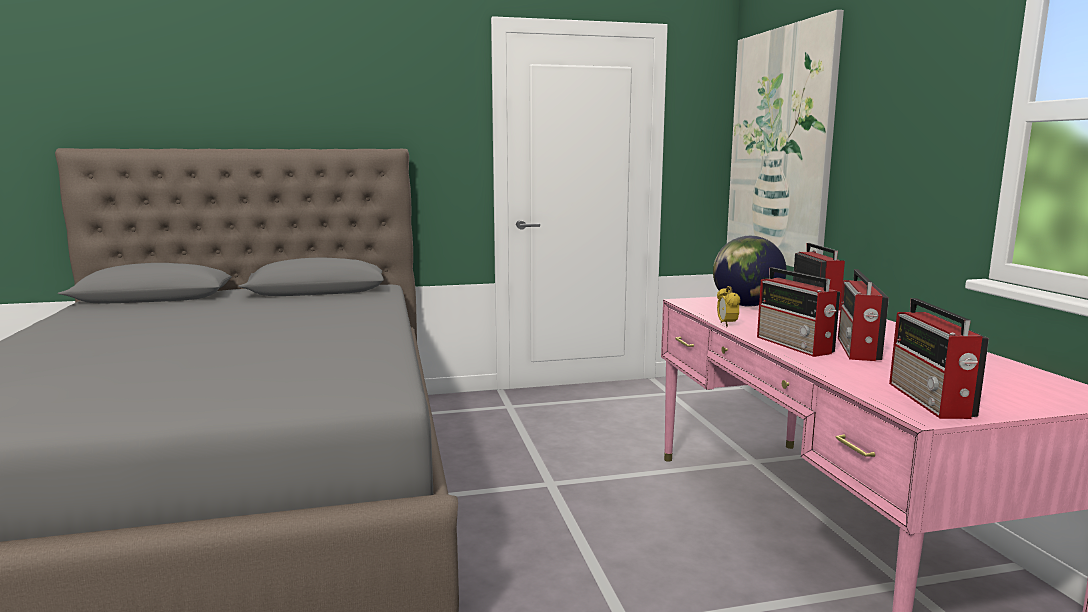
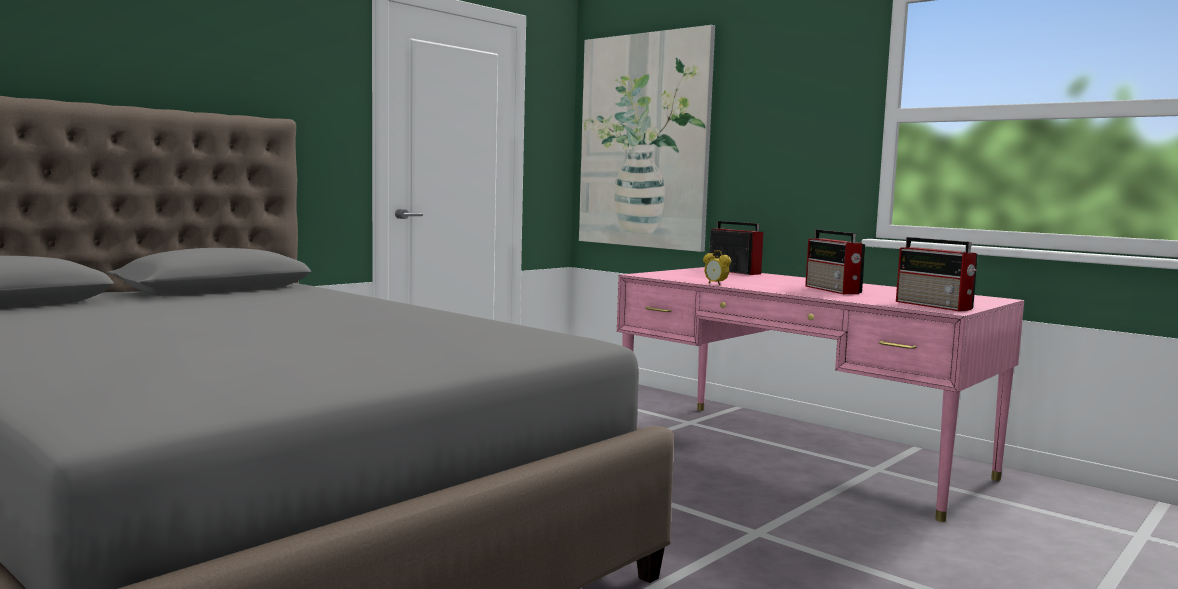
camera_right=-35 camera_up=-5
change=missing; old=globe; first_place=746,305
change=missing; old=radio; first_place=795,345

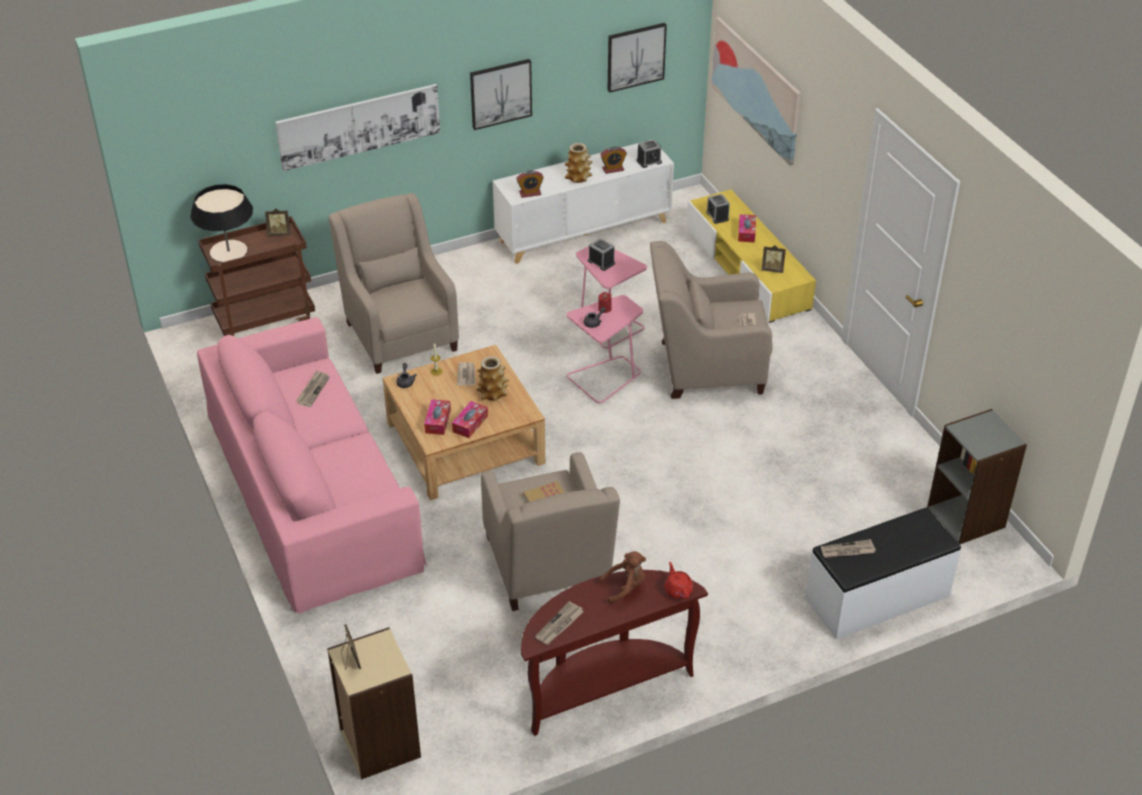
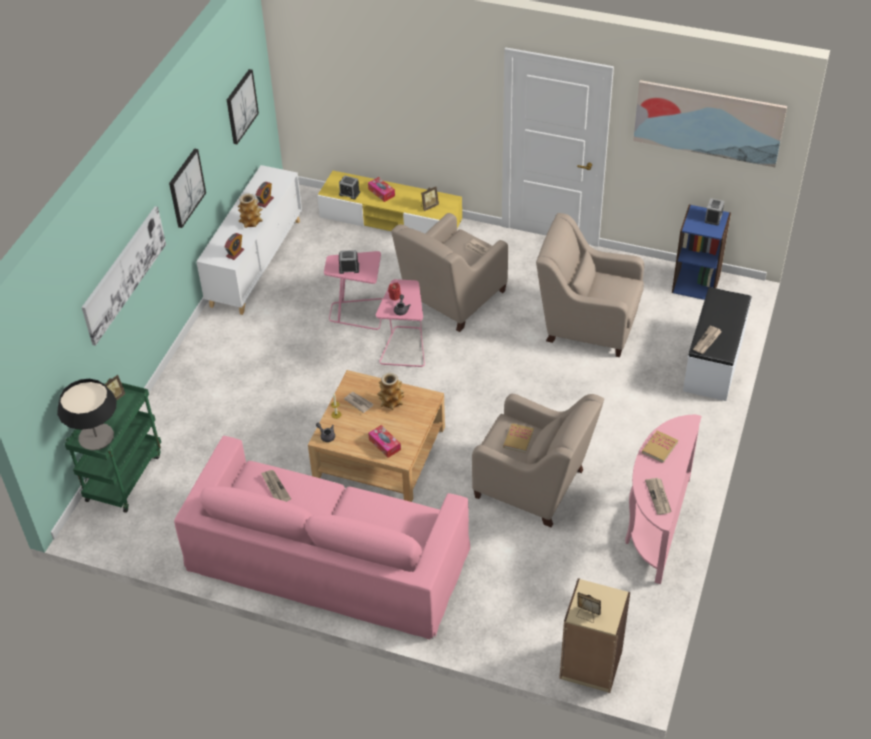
camera_right=-45 camera_up=5
change=missing; old=tissue box; first_place=470,424
change=missing; old=teapot/red; first_place=678,589
change=relocated; old=armchair/beige; first_place=400,333; second_place=587,323
change=relocated; old=alarm clock; first_place=649,161; second_place=713,218
change=relocated; old=picture; first_place=755,89; second_place=708,123
change=exchanged; old=plush toy/brown; new=book; first_place=625,587; second_place=659,447
change=colour; old=cart/brown; new=cart/green; first_place=265,319; second_place=124,476
change=colour; old=console table/brown; new=console table/pink; first_place=604,686; second_place=655,525
change=colour; old=bookcase/grey; new=bookcase/blue; first_place=966,517; second_place=696,283

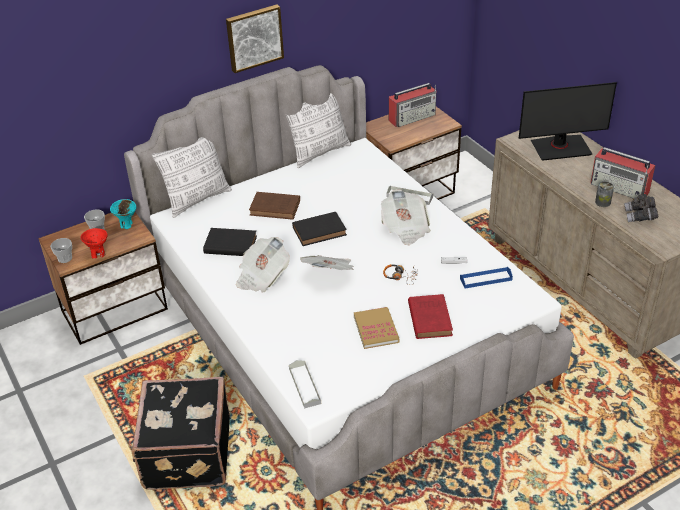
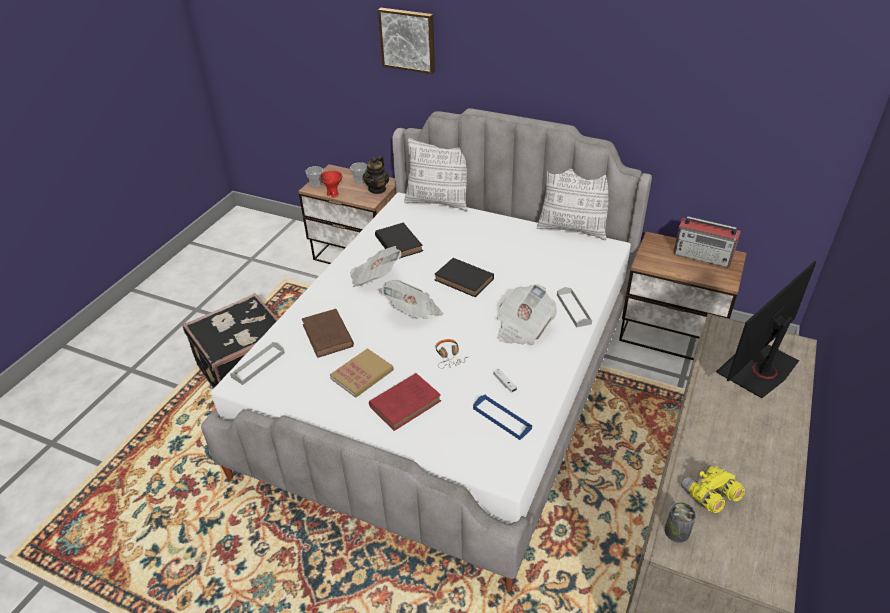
camera_right=55 camera_up=0
change=missing; old=radio; first_place=620,188
change=relocated; old=picture; first_place=254,37; second_place=408,39
change=relocated; old=book/brown; first_place=276,208; second_place=328,336
change=relocated; old=can; first_place=603,202; second_place=677,531
change=exchanged; old=bowl/turquoise; new=teapot; first_place=127,225; second_place=377,189
change=colour; old=binoculars/grey; new=binoculars/yellow; first_place=640,216; second_place=709,496
change=spun; old=monitor; first_place=560,148; second_place=758,369; degrees=90

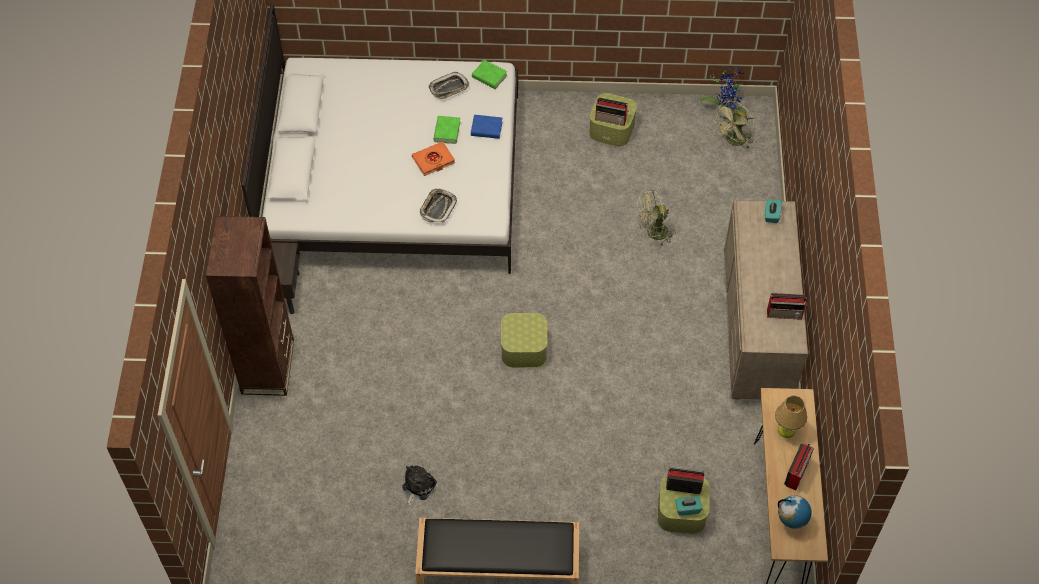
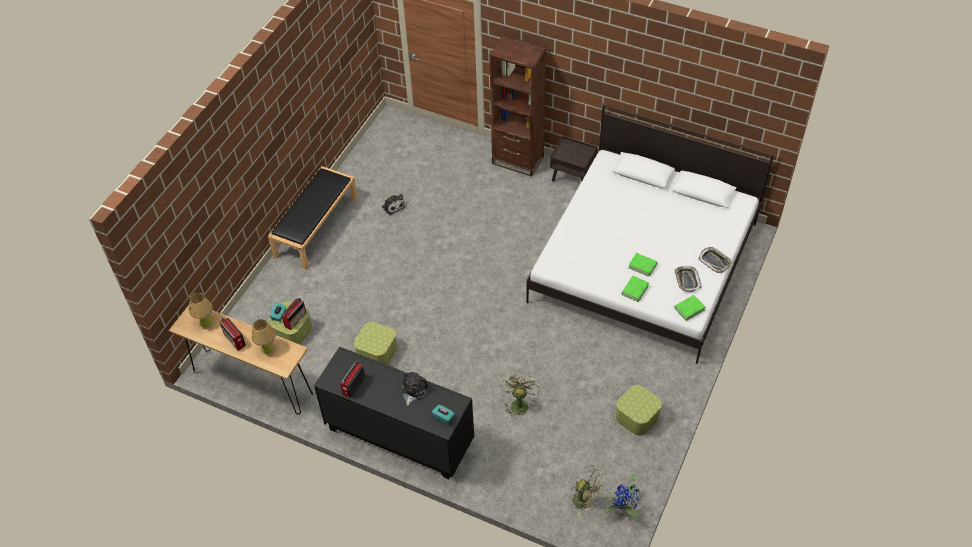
camera_right=115 camera_up=-5
change=missing; old=book/orange; first_place=433,160
change=missing; old=radio; first_place=611,119
change=appeared; new=plush toy; second_place=413,390
change=relocated; old=tray; first_place=438,207; second_place=714,261
change=relocated; old=storage box; first_place=524,348; second_place=377,351
change=exchanged; old=globe; new=table lamp; first_place=791,522; second_place=205,321
change=colour; old=book/blue; new=book/green; first_place=486,129; second_place=635,290
change=colour; old=dresser/beige; new=dresser/black; first_place=756,329; second_place=399,435
change=spun; old=fan/green; first_place=734,141; second_place=586,502; degrees=150

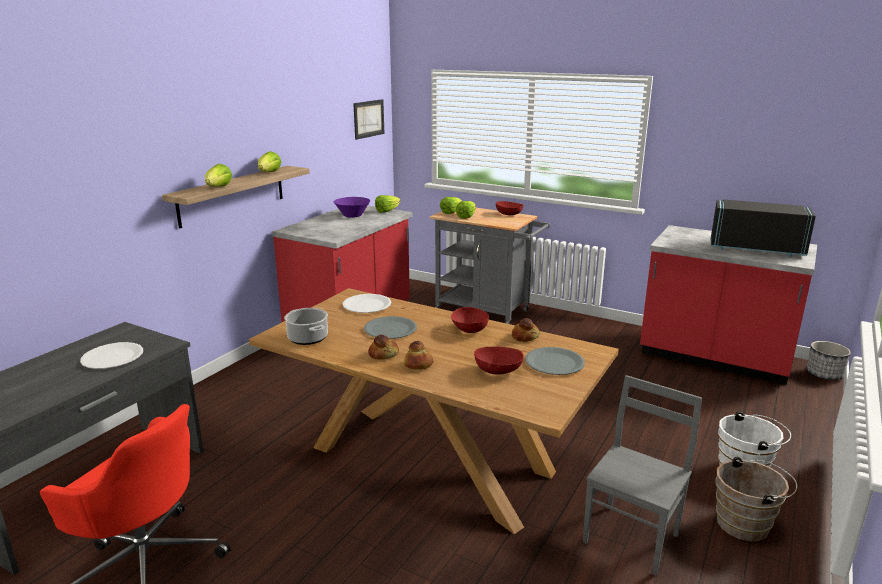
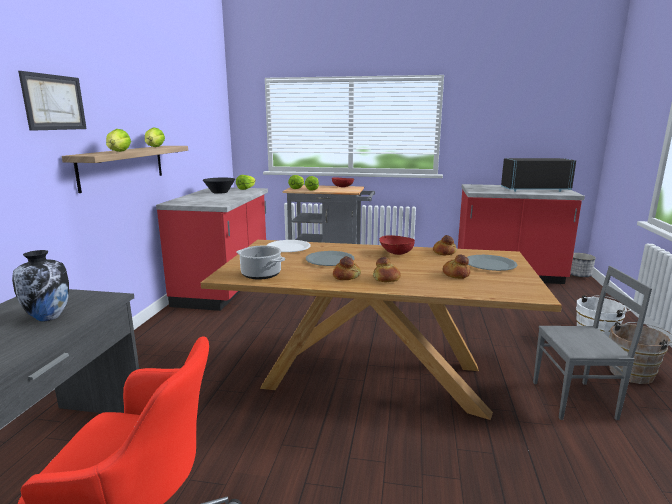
camera_right=-20 camera_up=-5
change=relocated; old=picture; first_place=368,119; second_place=54,102
change=exchanged; old=plate/white; new=vase; first_place=113,357; second_place=49,317
change=exchanged; old=bowl/red; new=bread; first_place=498,371; second_place=456,274
change=colour; old=bowl/purple; new=bowl/black; first_place=352,215; second_place=219,192
change=spun; old=chair/grey; first_place=632,538; second_place=575,401; degrees=75

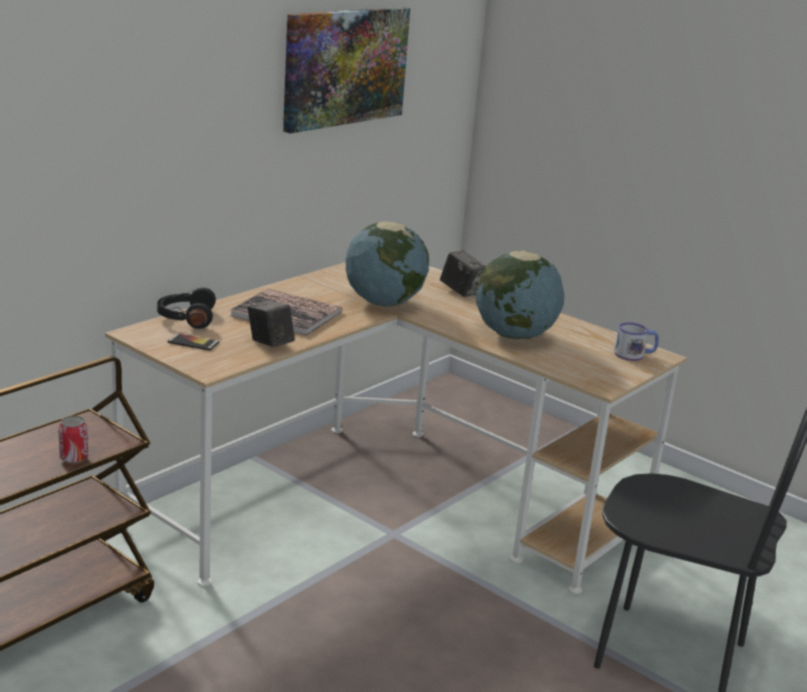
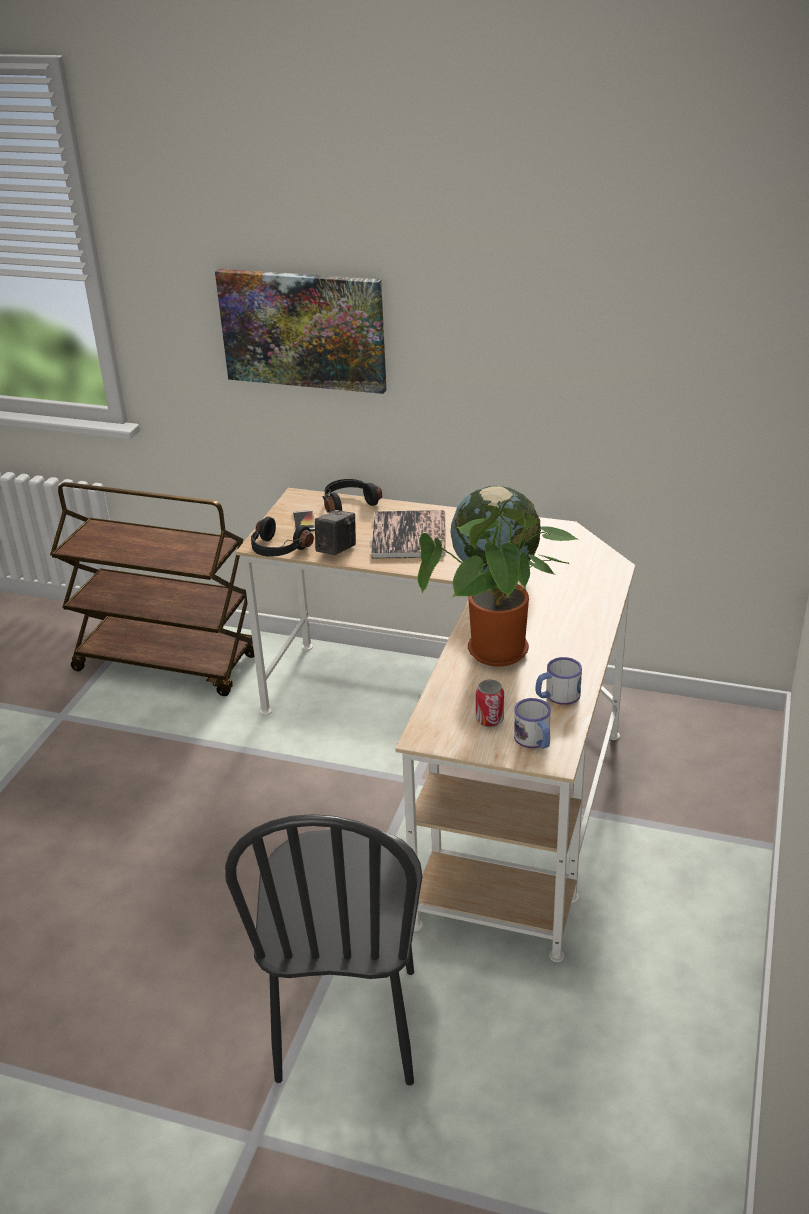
camera_right=70 camera_up=10
change=missing; old=photo camera; first_place=461,291
change=appeared; new=headphones/black; second_place=277,549
change=appeared; new=mug; second_place=557,696
change=relocated; old=can; first_place=74,457; second_place=489,720
change=relocated; old=picture; first_place=345,67; second_place=303,329
change=exchanged; old=globe; new=potted plant; first_place=514,335; second_place=498,656

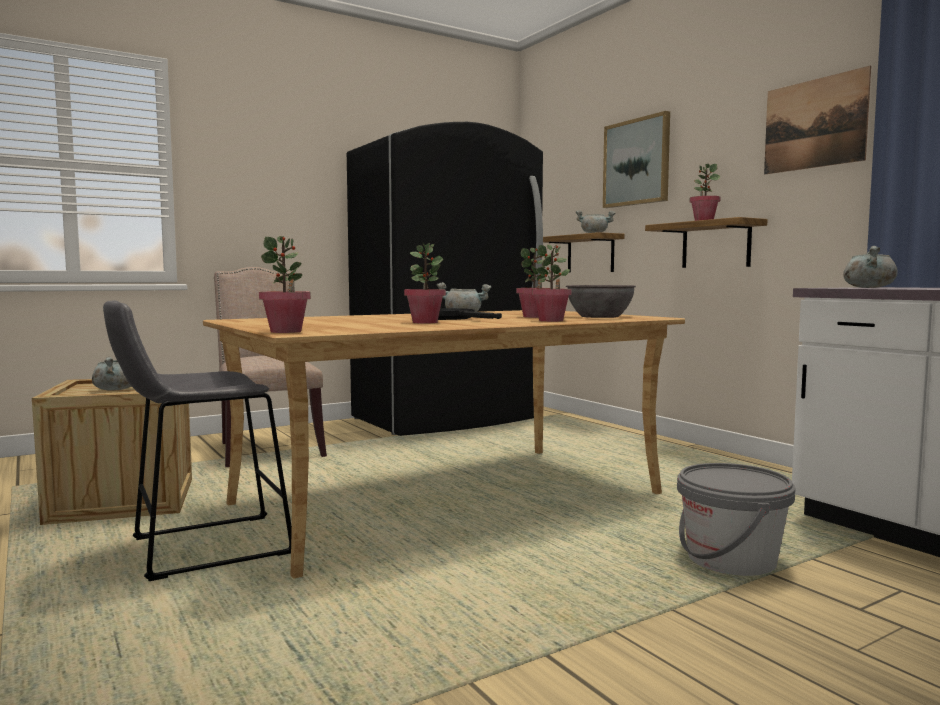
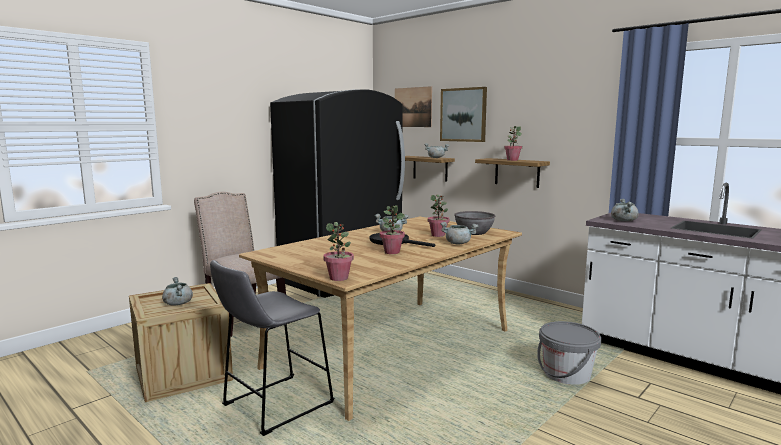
camera_right=-15 camera_up=5
change=relocated; old=picture; first_place=814,124; second_place=413,107
change=exchanged; old=potted plant; new=cooking pot/grey; first_place=551,320; second_place=458,243

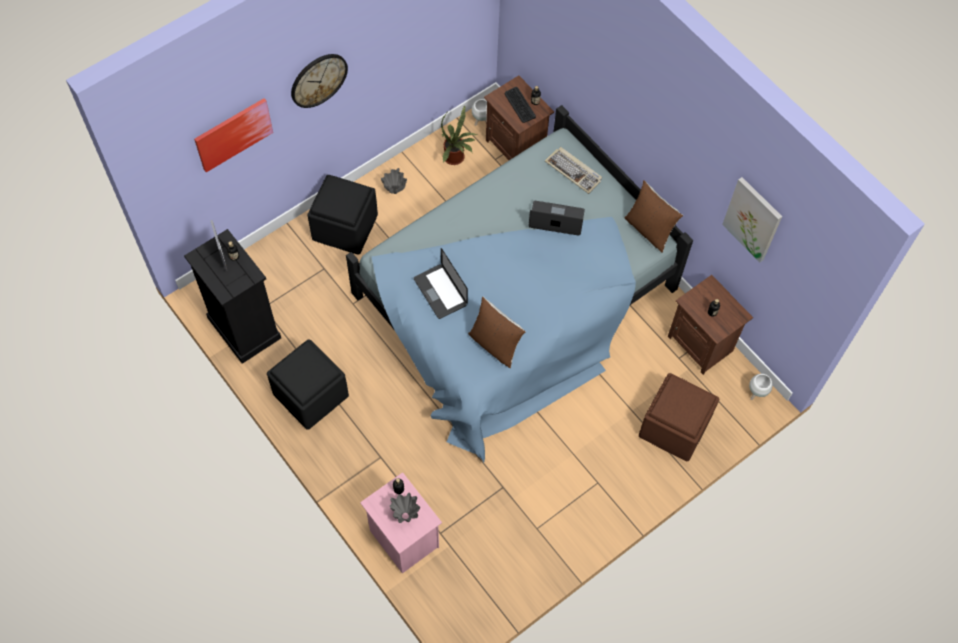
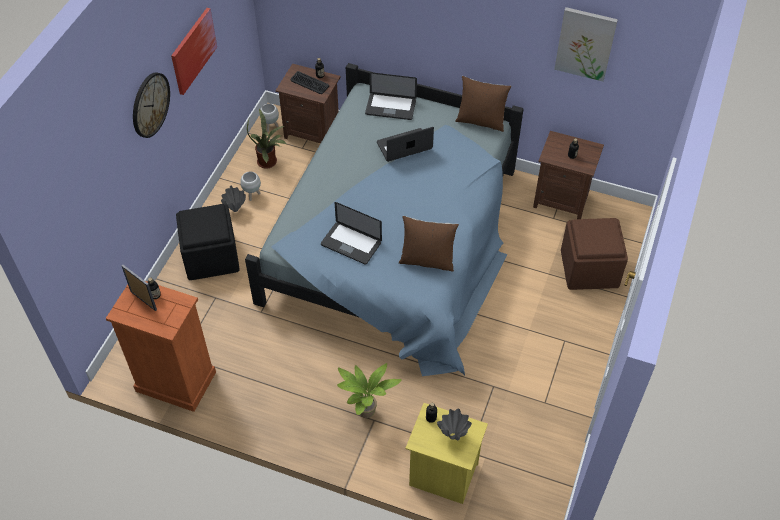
camera_right=-30 camera_up=-10
change=missing; old=ottoman/black; first_place=310,395
change=appeared; new=potted plant; second_place=366,415
change=relocated; old=picture; first_place=233,134; second_place=193,50
change=relocated; old=planter/white; first_place=756,394; second_place=252,195
change=exchanged; old=keyboard; new=laptop; first_place=574,171; second_place=390,107
change=colour; old=dresser/black; new=dresser/orange; first_place=244,328; second_place=175,381
change=colour; old=nightstand/pink; new=nightstand/yellow; first_place=403,539; second_place=442,476

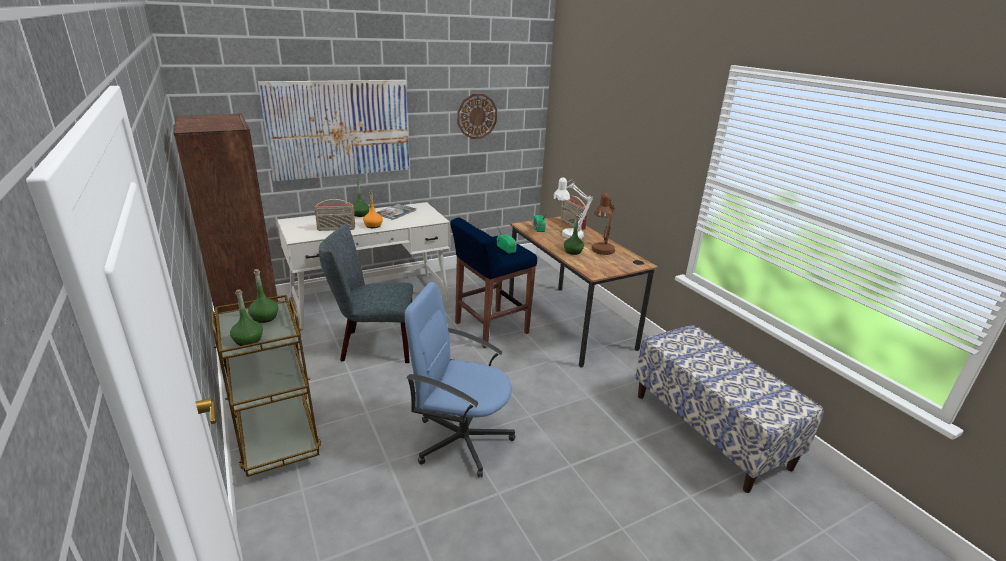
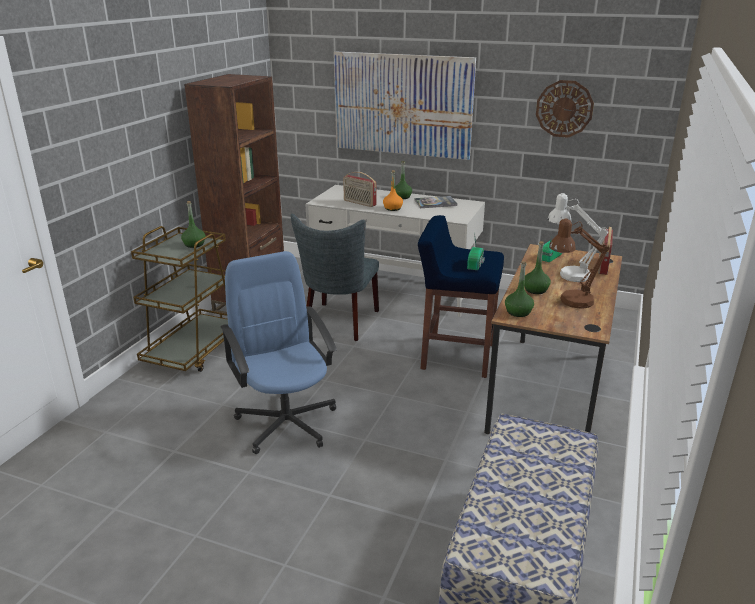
camera_right=50 camera_up=0
change=relocated; old=bottle/green; first_place=248,340; second_place=518,312
change=spun; old=chair/grey; first_place=373,346; second_place=339,324; degrees=-120

